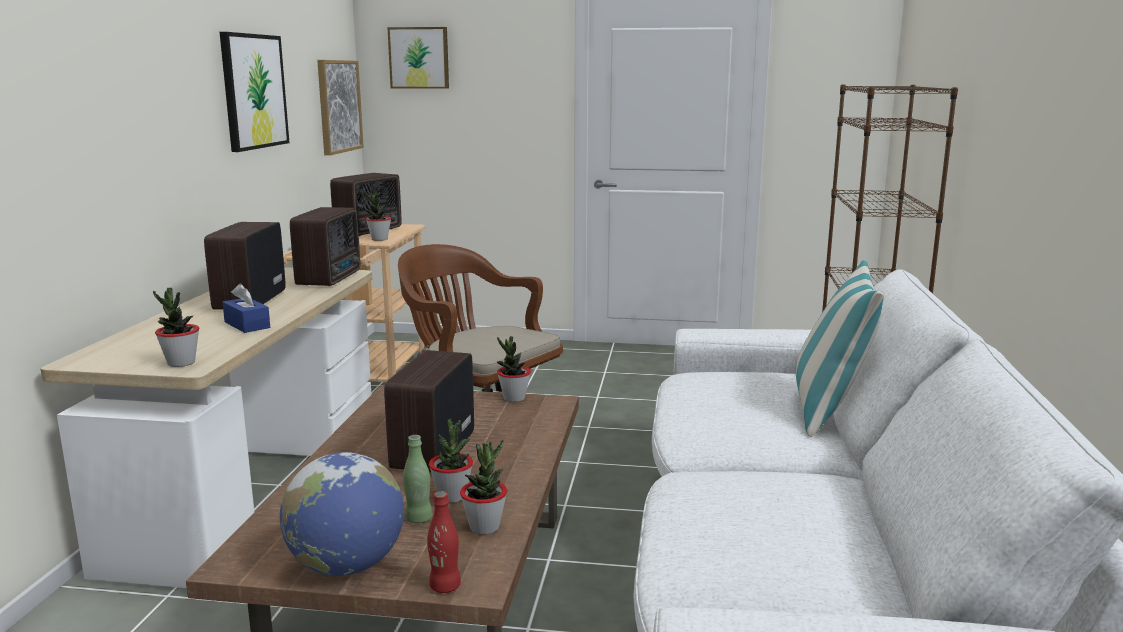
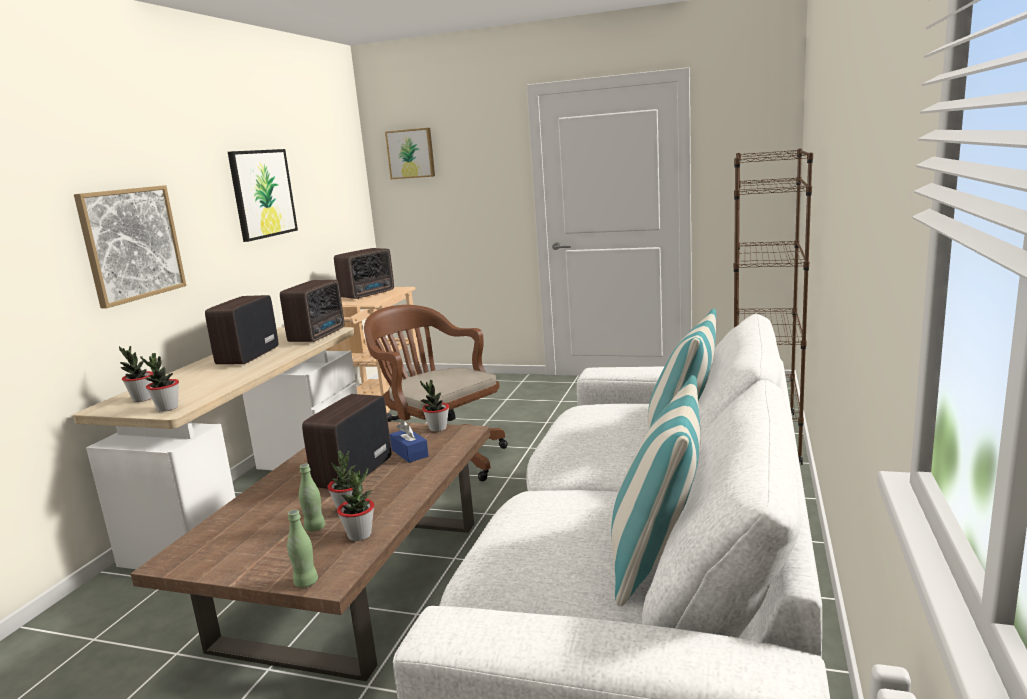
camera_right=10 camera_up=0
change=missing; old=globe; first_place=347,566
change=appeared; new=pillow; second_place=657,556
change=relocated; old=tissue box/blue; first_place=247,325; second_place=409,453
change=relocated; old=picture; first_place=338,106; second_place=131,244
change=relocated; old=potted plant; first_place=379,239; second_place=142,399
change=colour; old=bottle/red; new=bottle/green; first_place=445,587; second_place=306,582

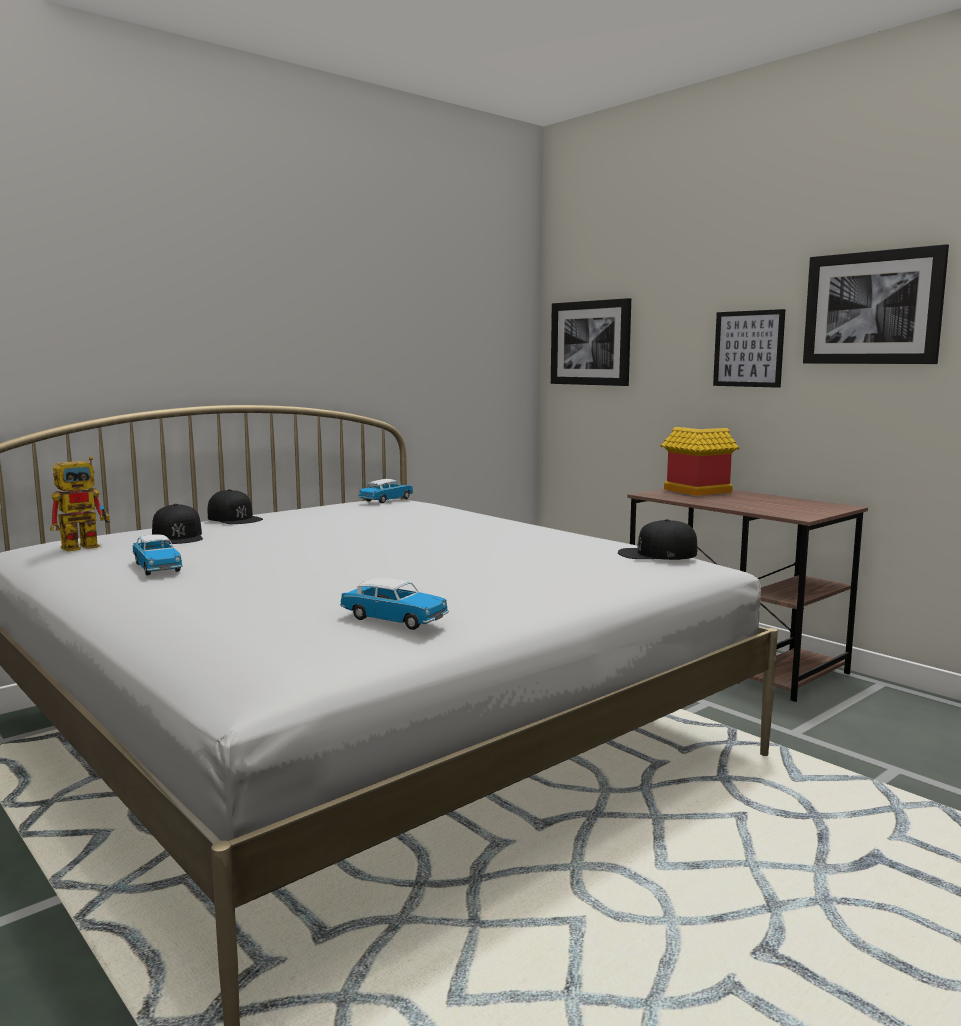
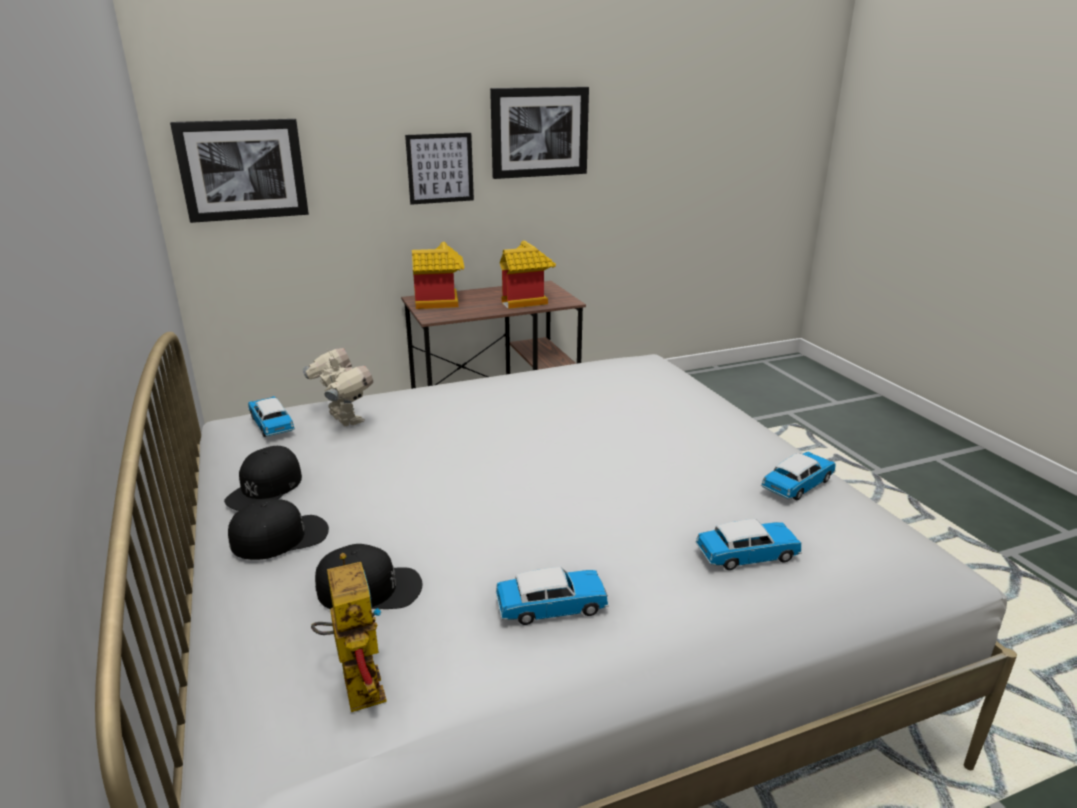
camera_right=-70 camera_up=15
change=appeared; new=toy robot; second_place=344,420
change=appeared; new=toy house; second_place=527,301
change=appeared; new=toy car; second_place=747,555
change=relocated; old=cap/black; first_place=657,553; second_place=265,488

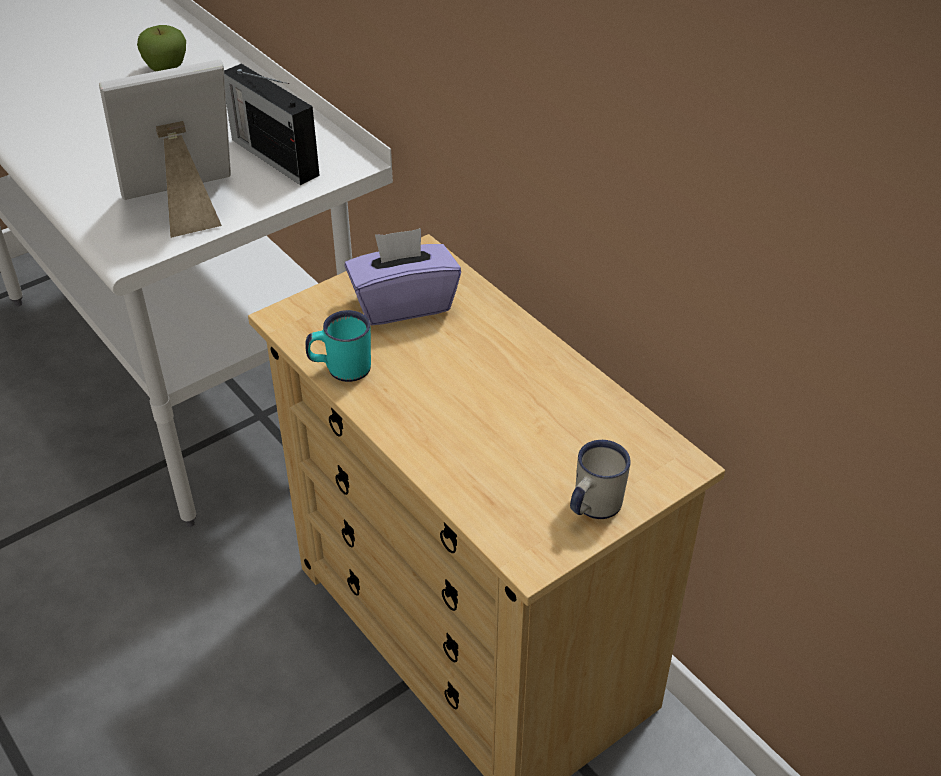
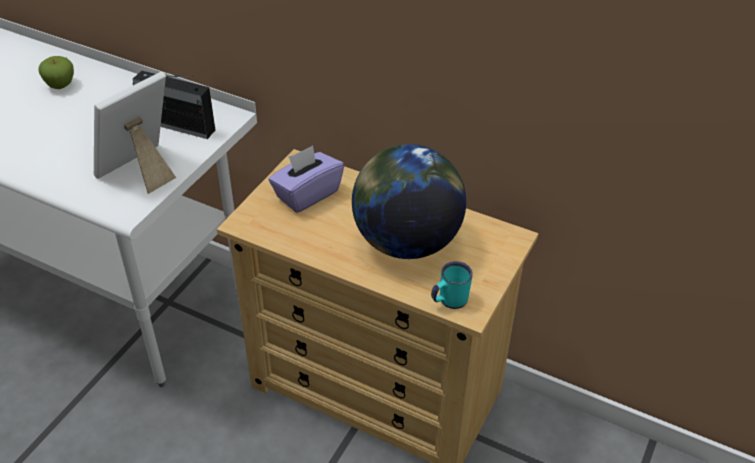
camera_right=-25 camera_up=0
change=missing; old=mug/white; first_place=592,507
change=appeared; new=globe; second_place=406,242
change=relocated; old=mug/turquoise; first_place=341,368; second_place=448,301

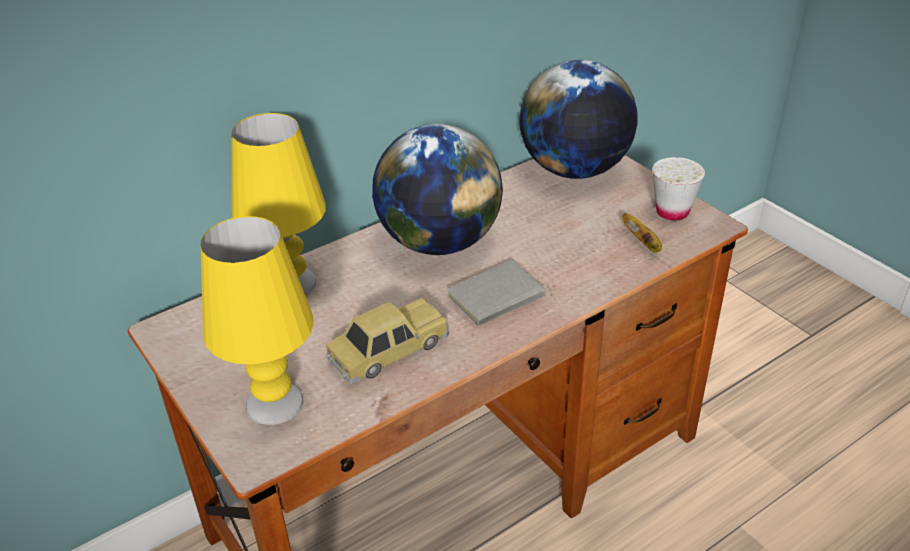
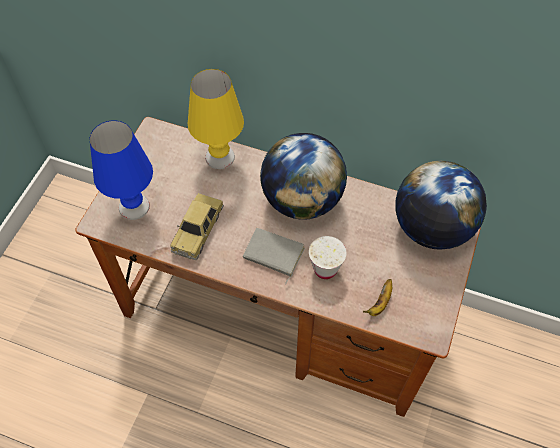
camera_right=55 camera_up=20
change=relocated; old=cup/white; first_place=672,212; second_place=325,269
change=colour; old=table lamp/yellow; new=table lamp/blue; first_place=274,404; second_place=133,207
change=spun; old=toy car; first_place=388,351; second_place=198,230; degrees=90

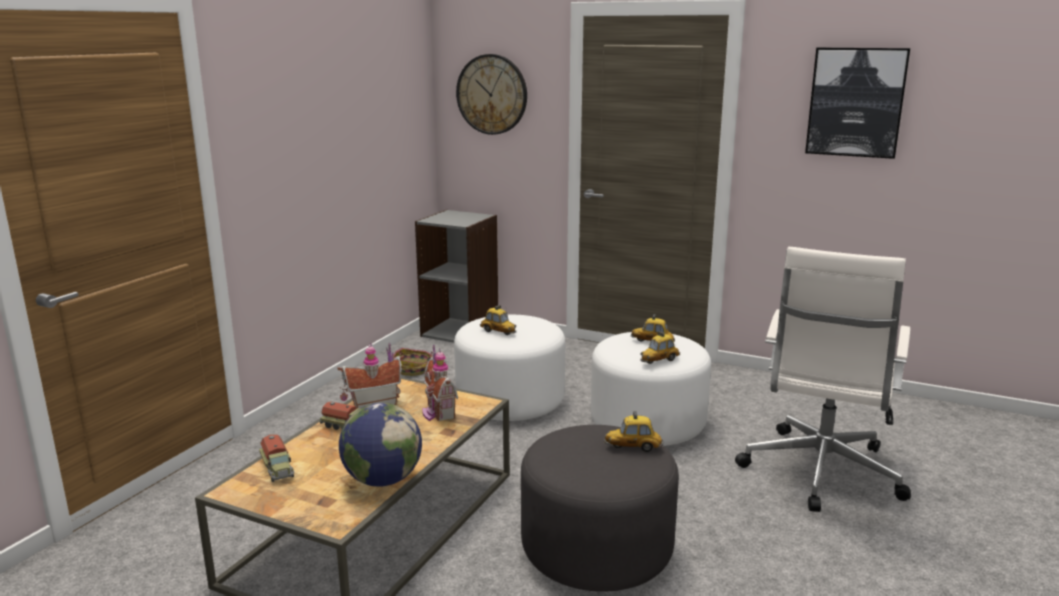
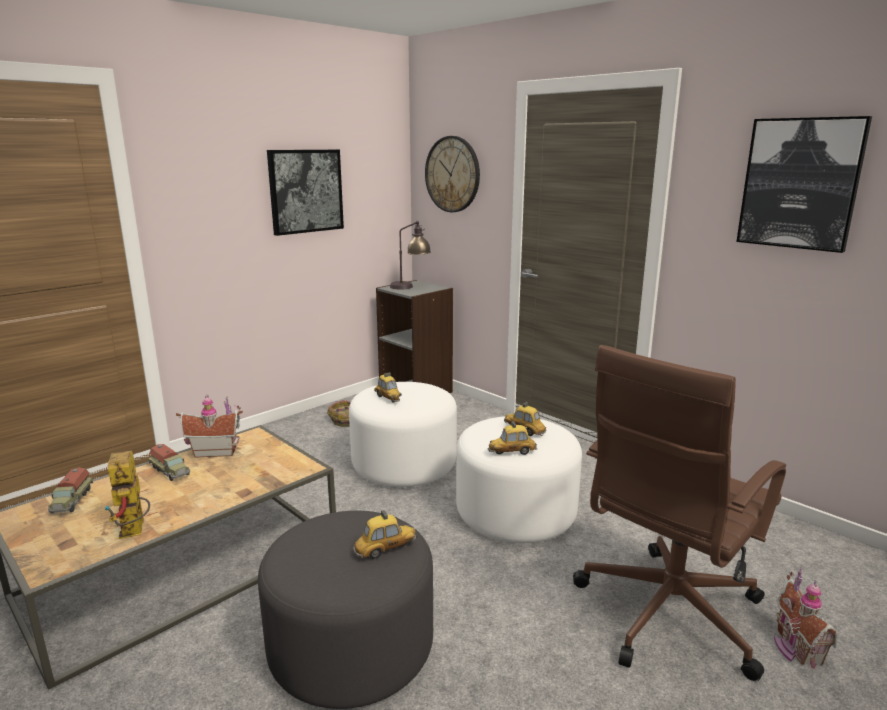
camera_right=20 camera_up=0
change=appeared; new=picture; second_place=305,191
change=appeared; new=table lamp; second_place=410,287
change=relocated; old=toy house; first_place=437,412; second_place=795,648
change=exchanged; old=globe; new=toy robot; first_place=382,480; second_place=135,532
change=colour; old=office chair/white; new=office chair/brown; first_place=819,473; second_place=666,615
change=spun; old=toy car; first_place=633,447; second_place=385,549; degrees=135

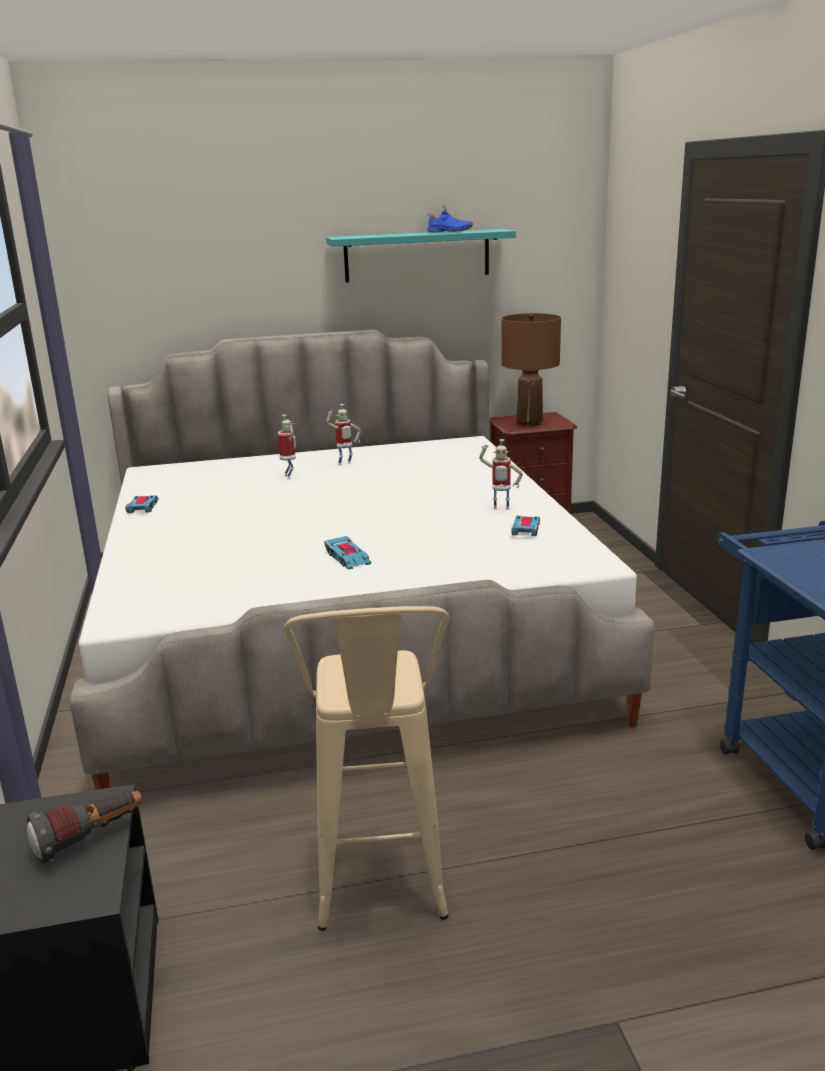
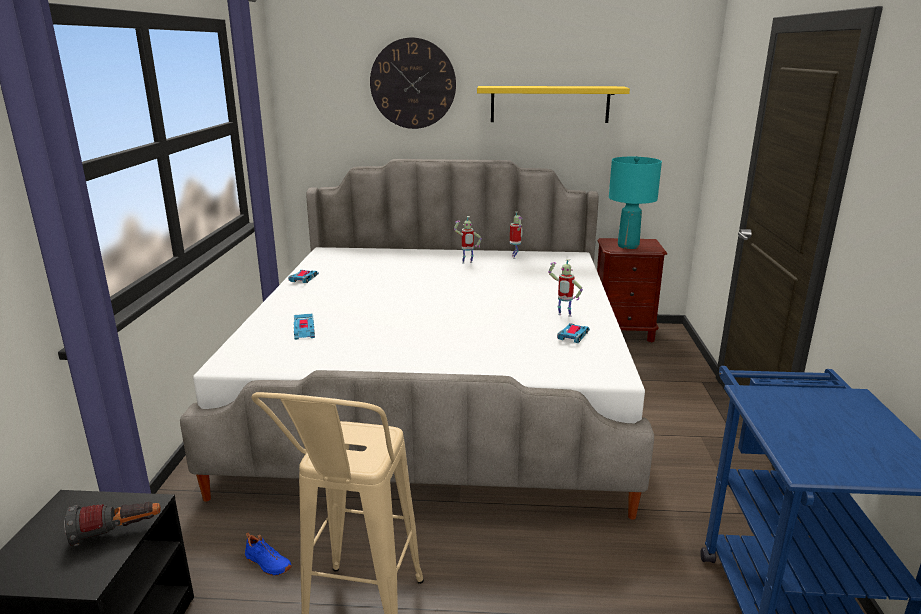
camera_right=15 camera_up=0
change=appeared; new=wall clock; second_place=413,84
change=relocated; old=toy robot; first_place=290,477; second_place=515,257
change=relocated; old=toy car; first_place=347,558; second_place=304,330
change=relocated; old=shoe/blue; first_place=449,232; second_place=267,564
change=colour; old=shelf/turquoise; new=shelf/yellow; first_place=417,255; second_place=549,104
change=colour; old=table lamp/brown; new=table lamp/turquoise; first_place=530,423; second_place=628,246

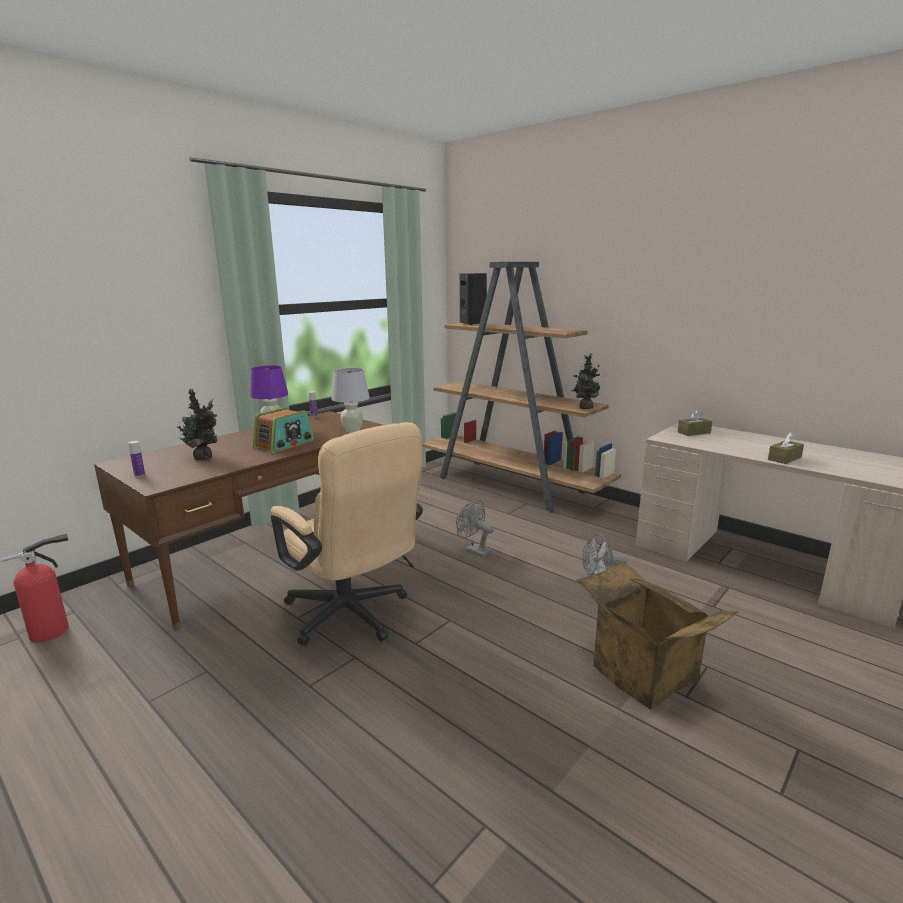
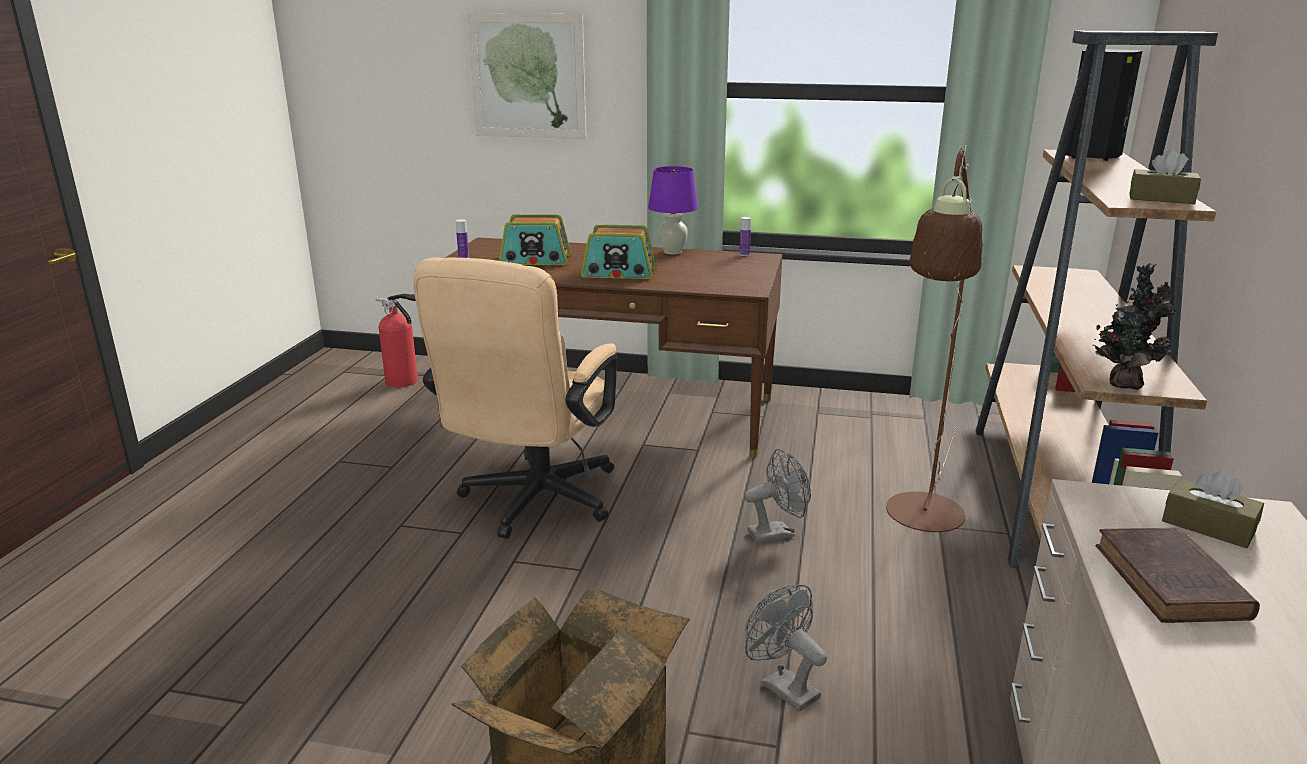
camera_right=60 camera_up=5
change=missing; old=table lamp/white; first_place=352,431
change=appeared; new=picture; second_place=528,76
change=appeared; new=floor lamp/brown; second_place=922,522
change=appeared; new=book/brown; second_place=1172,584
change=relocated; old=tissue box/brown; first_place=784,458; second_place=1161,199
change=exchanged; old=potted plant; new=radio; first_place=203,457; second_place=535,260
change=spun; old=fan/grey; first_place=474,550; second_place=777,533; degrees=60

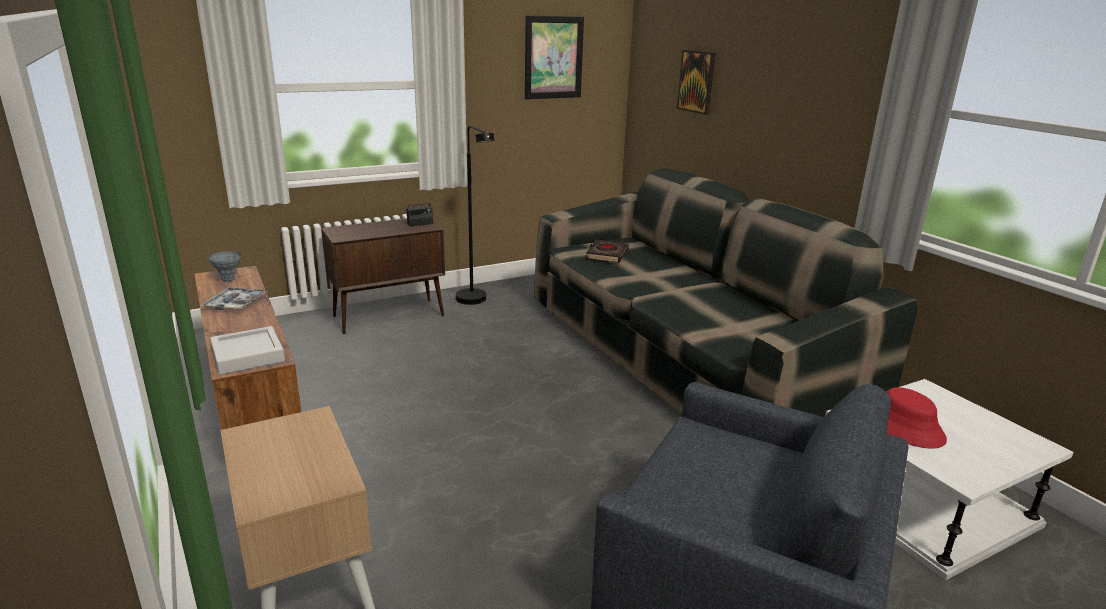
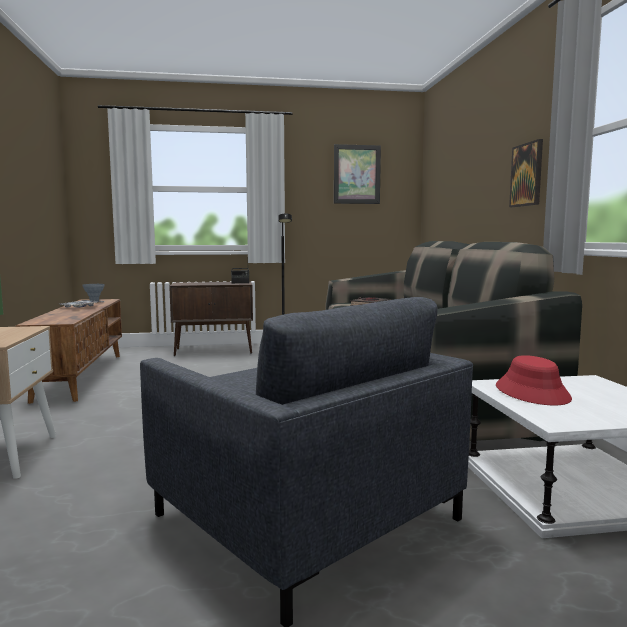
camera_right=20 camera_up=-15
change=missing; old=tray/grey; first_place=248,356
change=relocated; old=picture; first_place=696,81; second_place=527,175

